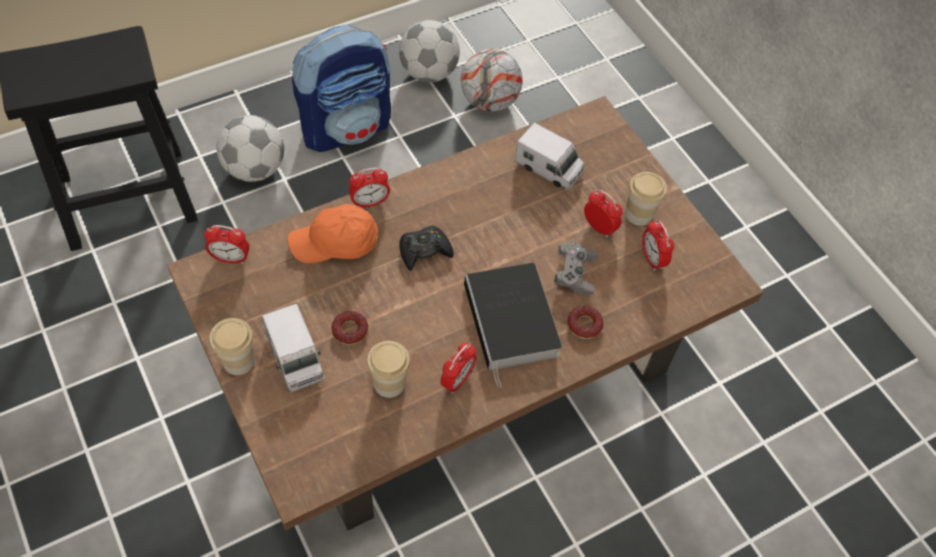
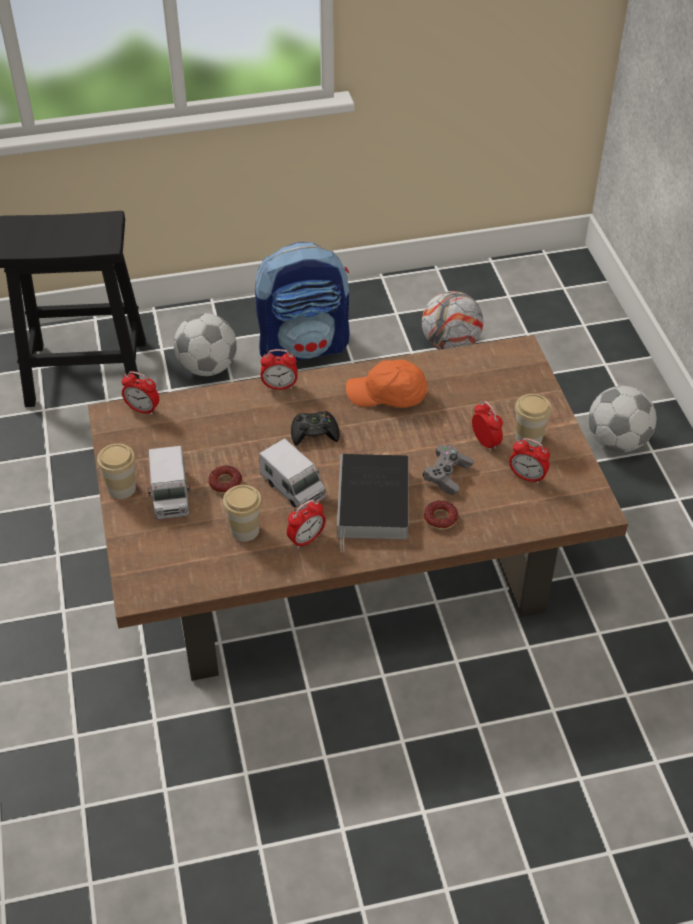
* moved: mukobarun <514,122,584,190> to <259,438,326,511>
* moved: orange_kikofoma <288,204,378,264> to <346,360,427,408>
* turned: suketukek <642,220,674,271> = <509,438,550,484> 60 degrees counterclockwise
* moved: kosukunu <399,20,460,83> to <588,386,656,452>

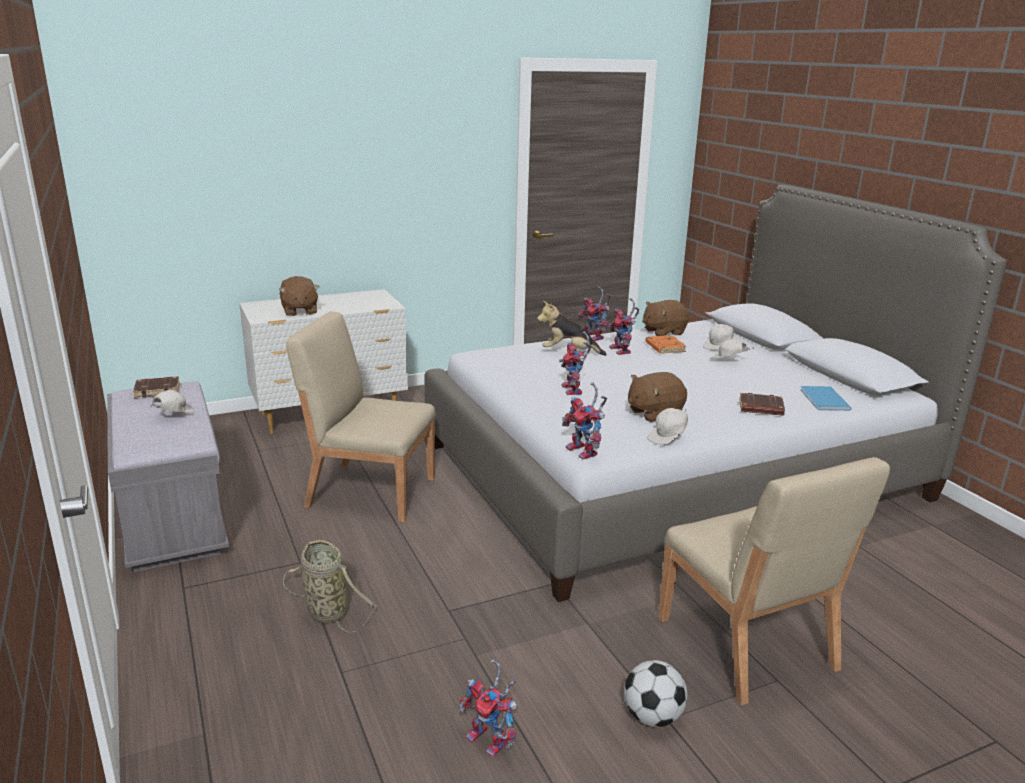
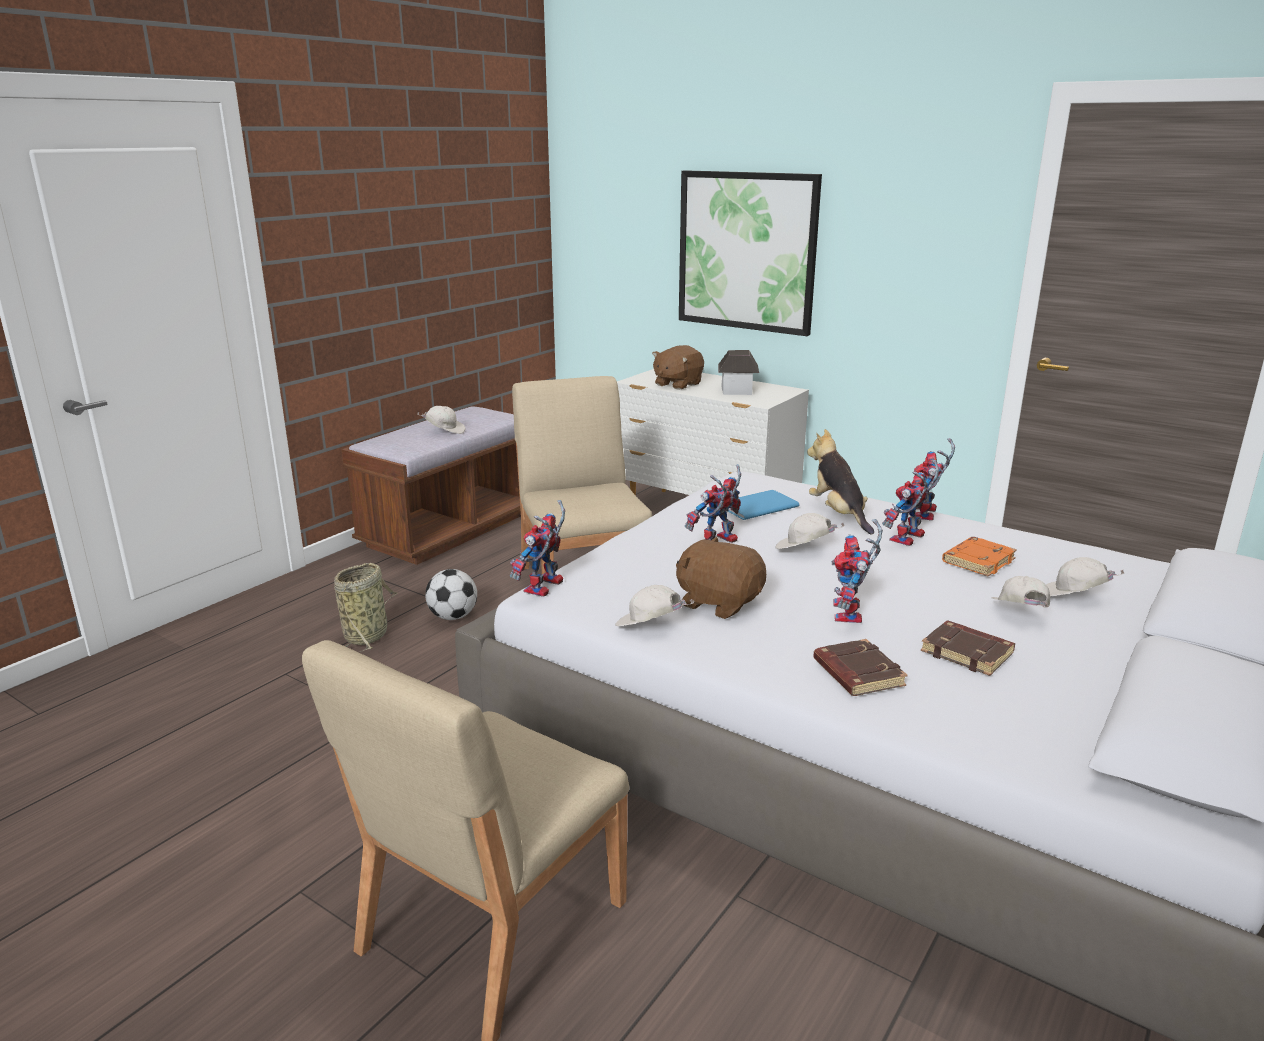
* recoloured: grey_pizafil <107,381,229,572> to brown_pizafil <341,406,521,565>
* moved: kosukunu <624,660,688,727> to <425,569,477,620>
* added: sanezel <679,170,822,336>
* added: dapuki <718,350,759,395>
* moved: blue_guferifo <800,386,852,411> to <728,490,800,520>
* added: white_kikofoma <775,513,845,549>
* moved: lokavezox <458,659,517,757> to <832,519,883,623>
* moved: brown_guferifo <133,376,179,398> to <921,620,1015,676>
* removed: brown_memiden <642,300,689,336>

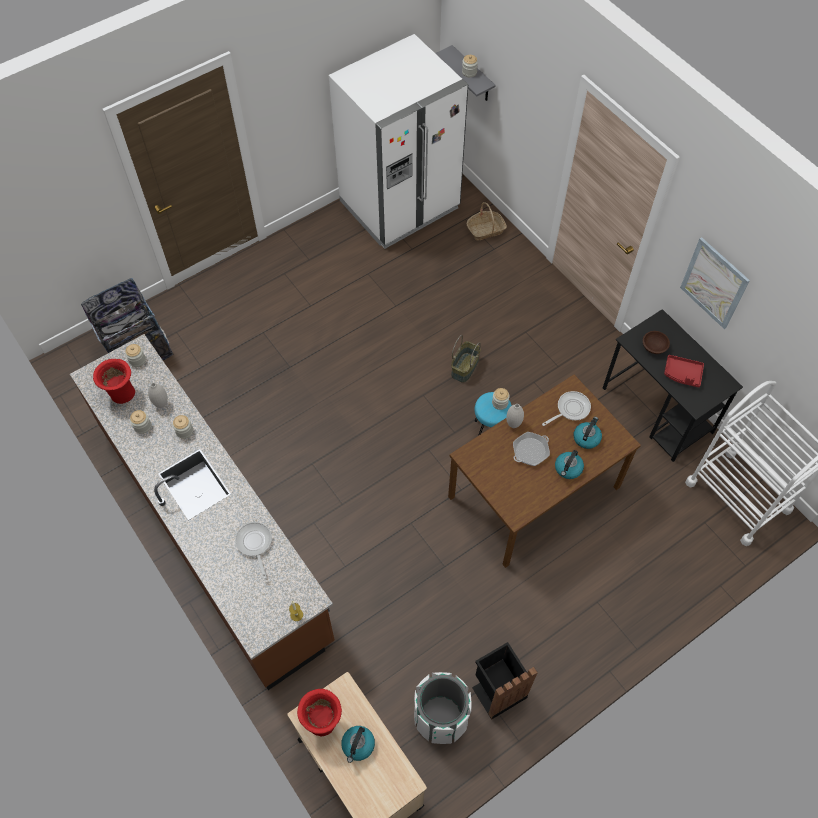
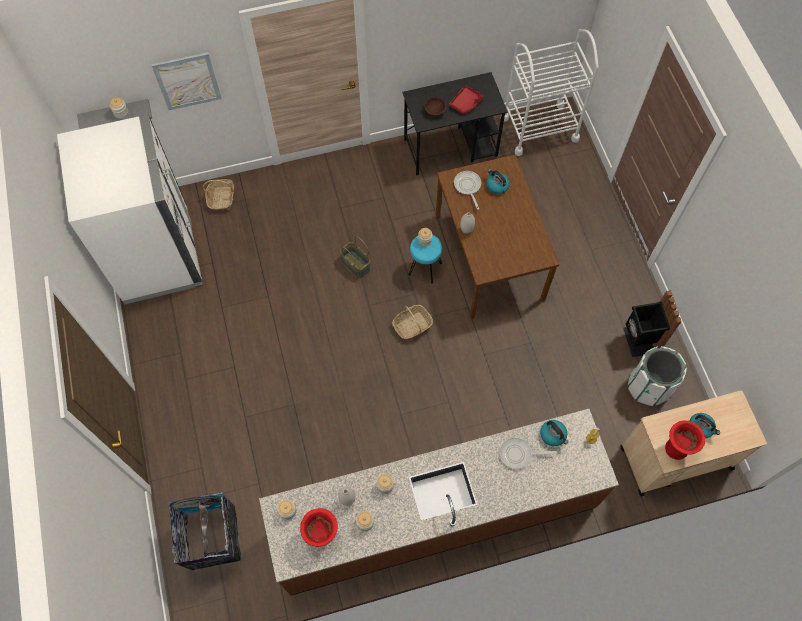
* moved: sanezel <680,237,750,329> to <151,52,222,110>
* added: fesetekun <392,305,433,339>
* moved: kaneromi <555,450,584,479> to <540,420,568,446>
* removed: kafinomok <513,432,550,466>

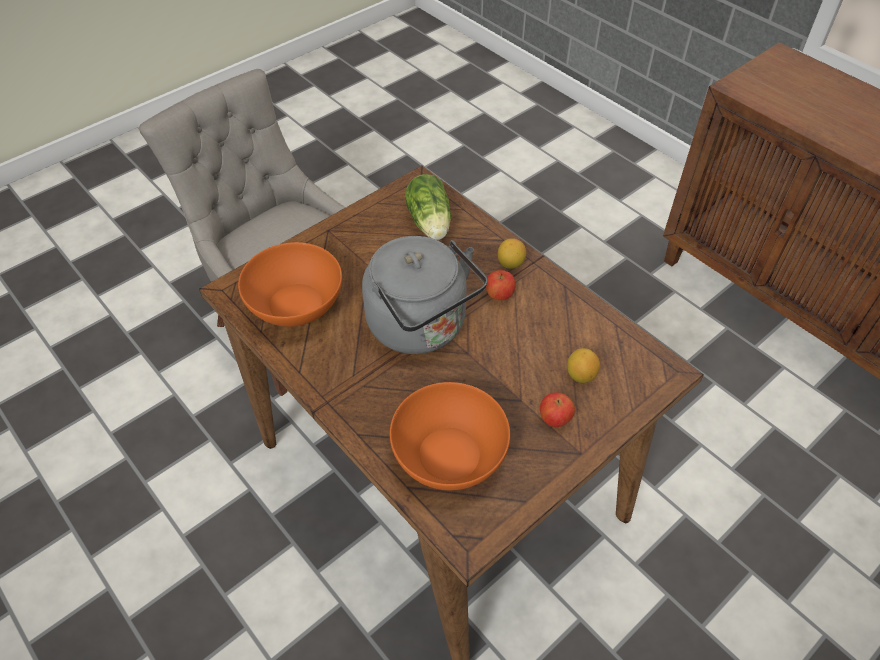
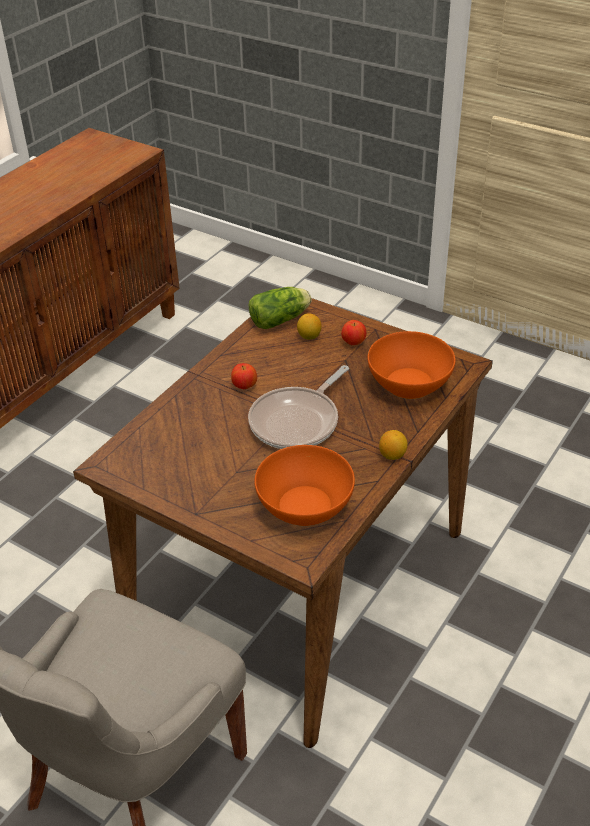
* replaced: grey_kaneromi <362,236,487,354> to kafinomok <248,365,349,449>
* moved: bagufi <405,174,451,240> to <249,287,312,329>
* moved: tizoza <498,238,526,269> to <379,430,408,460>

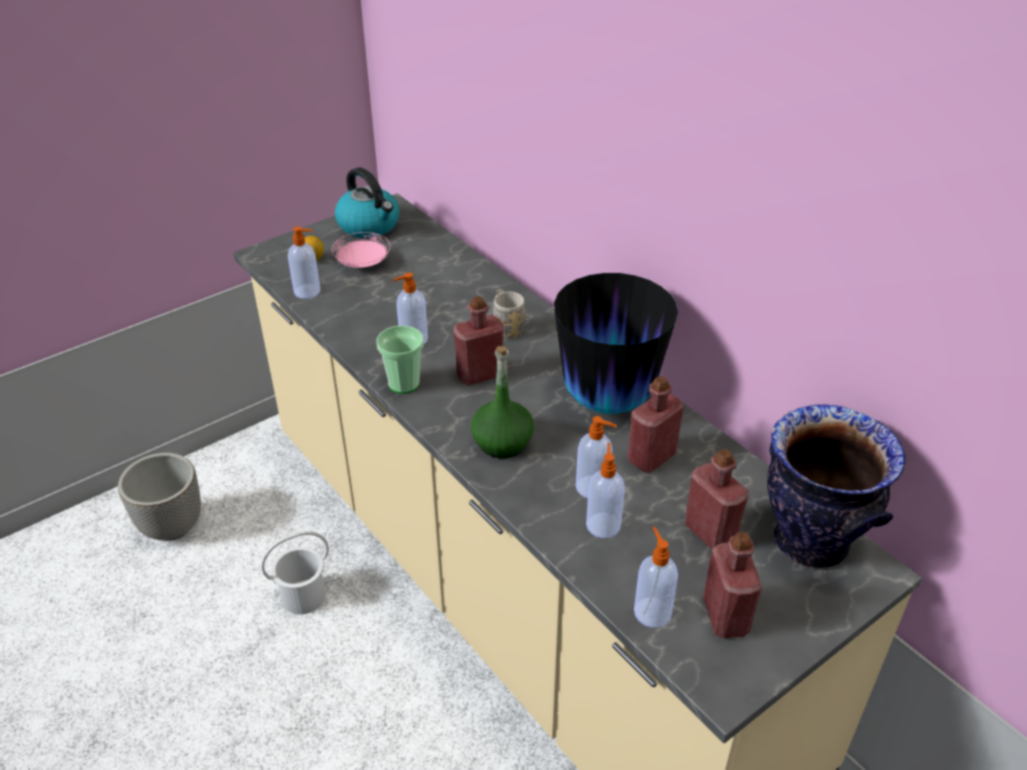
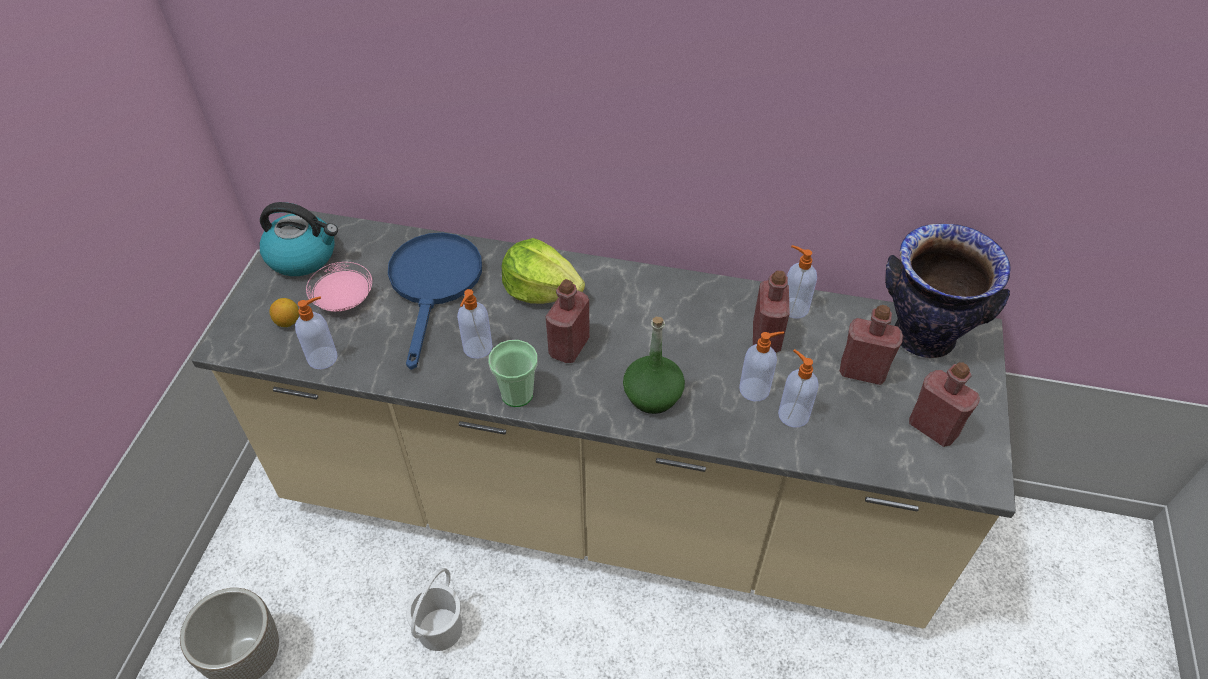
* added: blue_kafinomok <388,233,482,370>
* replaced: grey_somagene <493,289,526,338> to bagufi <502,238,585,304>
* moved: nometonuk <634,527,678,628> to <787,245,817,318>
* removed: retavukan <554,273,678,414>

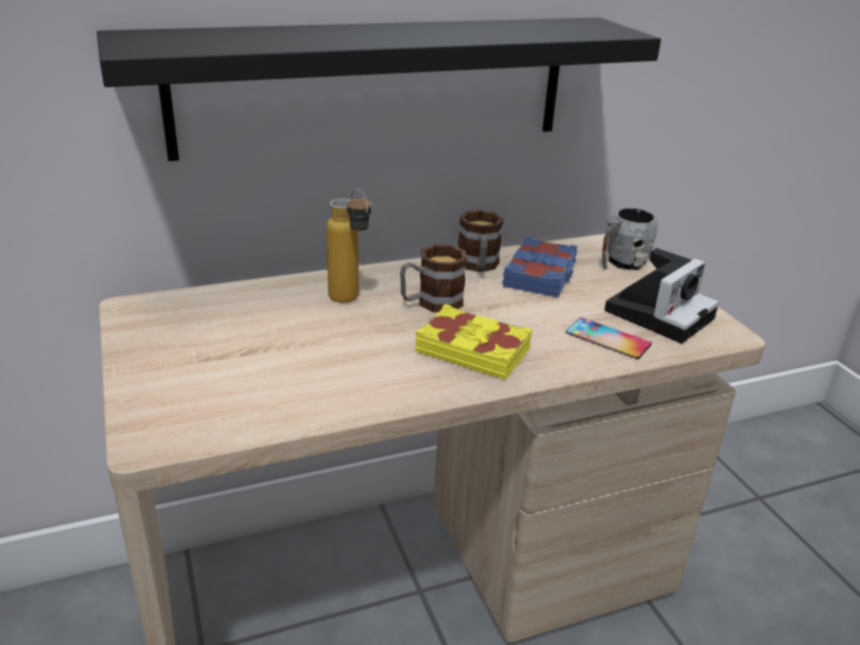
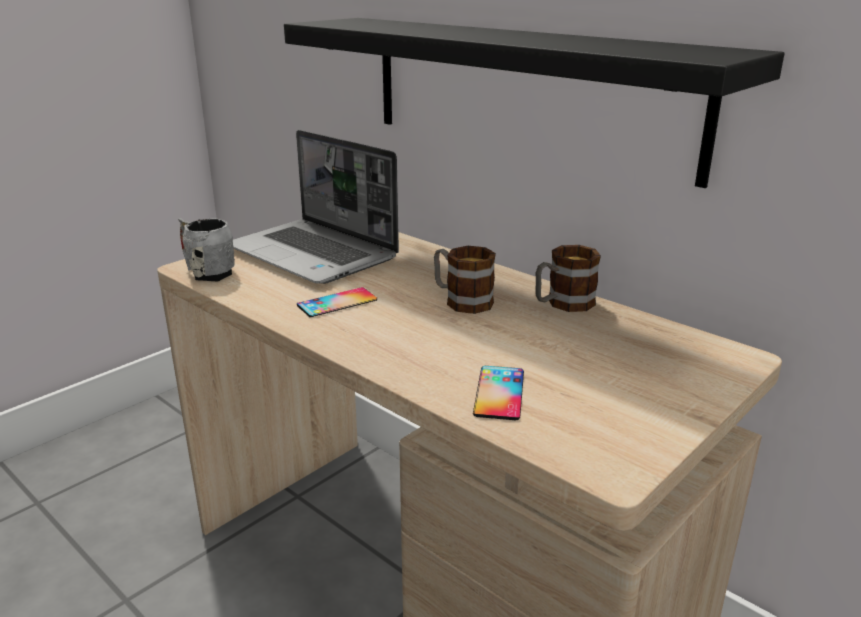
* moved: grey_somagene <602,208,658,270> to <178,218,235,281>
* added: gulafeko <233,130,399,284>
* added: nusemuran <297,287,377,317>
* removed: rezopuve <326,189,371,303>
* removed: yellow_guferifo <415,304,533,380>
* removed: blue_guferifo <502,236,578,297>
* removed: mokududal <605,248,719,344>

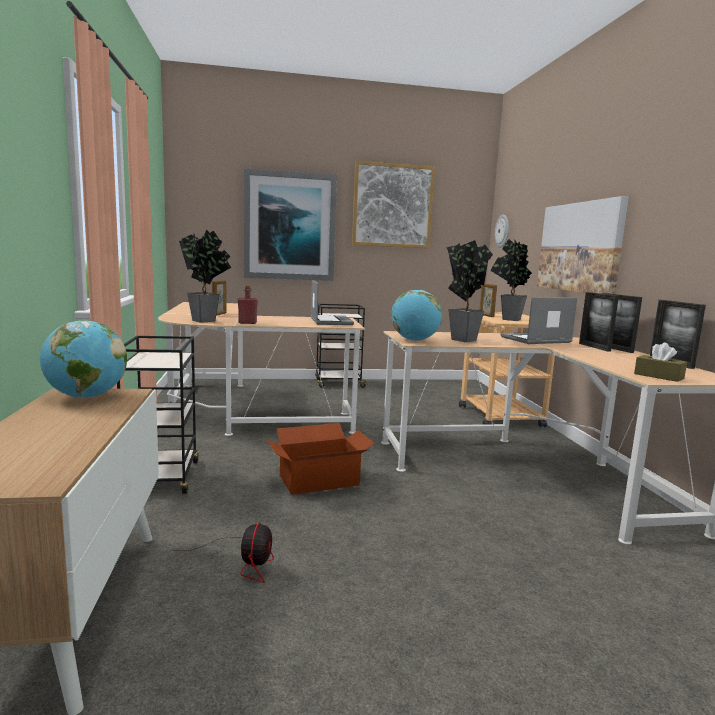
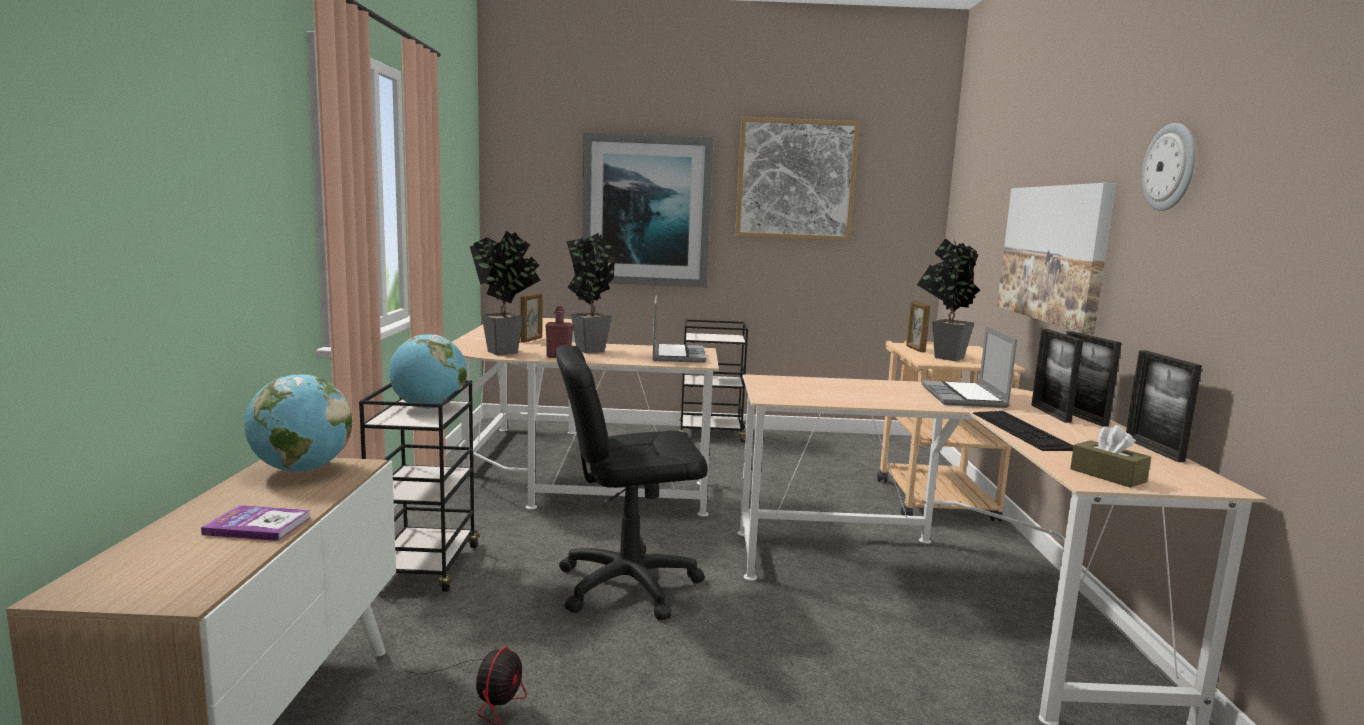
* added: guferifo <201,505,312,541>
* moved: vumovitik <391,290,442,341> to <389,334,467,409>
* replaced: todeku <267,423,375,495> to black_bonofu <555,345,708,621>
* moved: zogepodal <446,240,493,342> to <566,233,616,353>
* turned: gulafeko <501,297,577,344> = <922,326,1017,408> 75 degrees counterclockwise
* added: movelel <973,411,1074,451>
* moved: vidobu <495,215,509,247> to <1142,123,1196,211>

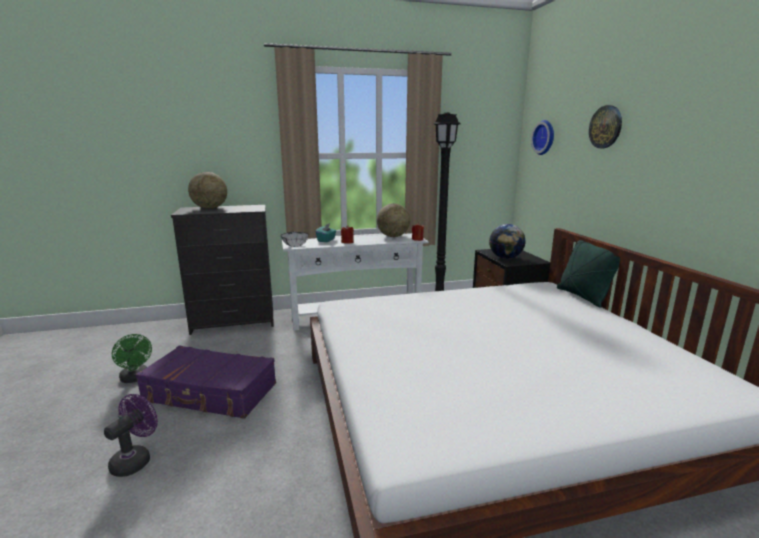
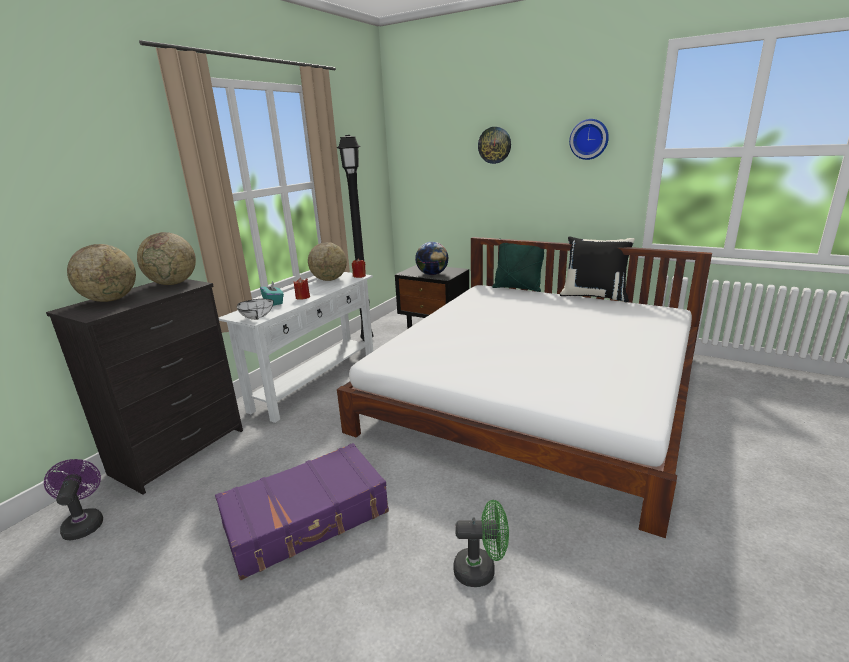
* moved: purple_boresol <104,394,158,477> to <44,459,103,540>
* added: vumovitik <137,232,196,285>
* moved: green_boresol <112,334,152,383> to <453,500,509,587>
* added: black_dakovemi <560,236,635,302>
* moved: vidobu <531,120,554,155> to <569,119,609,160>

